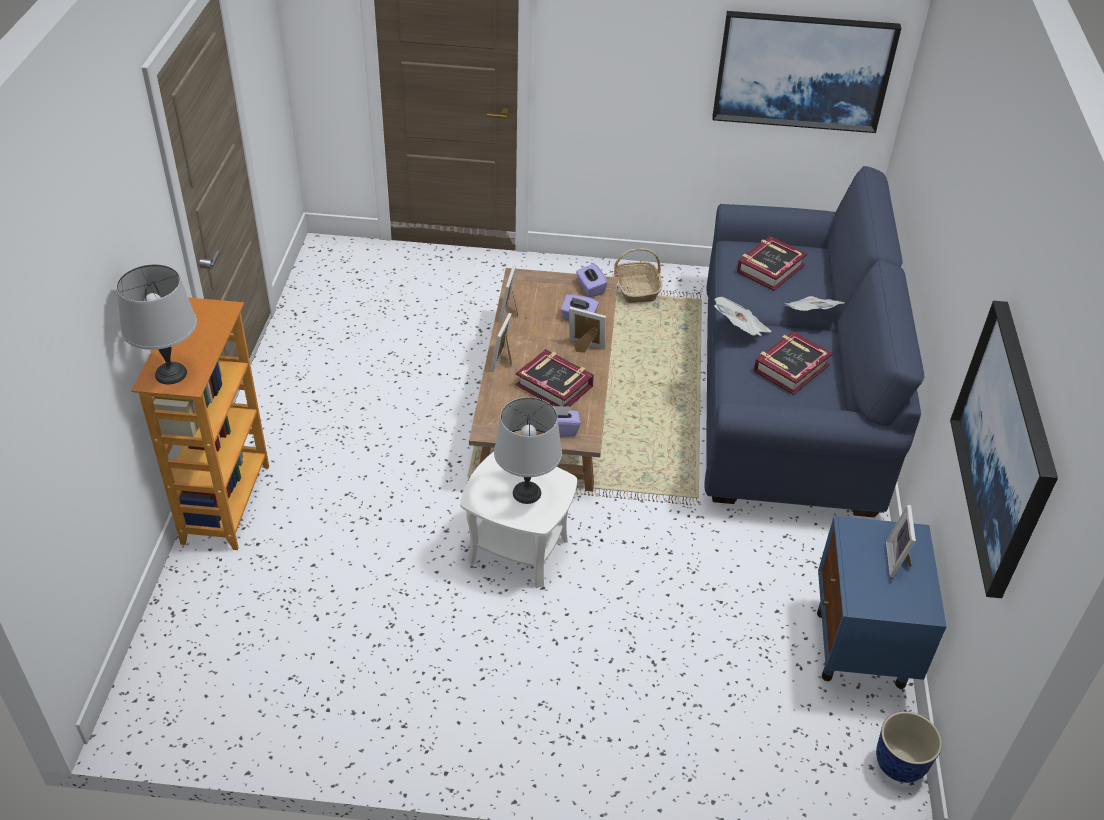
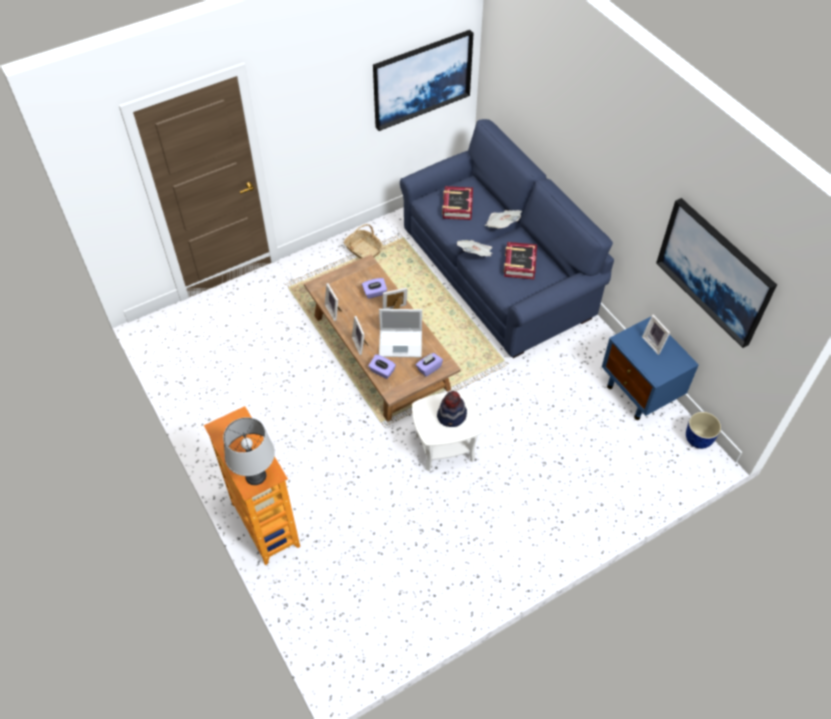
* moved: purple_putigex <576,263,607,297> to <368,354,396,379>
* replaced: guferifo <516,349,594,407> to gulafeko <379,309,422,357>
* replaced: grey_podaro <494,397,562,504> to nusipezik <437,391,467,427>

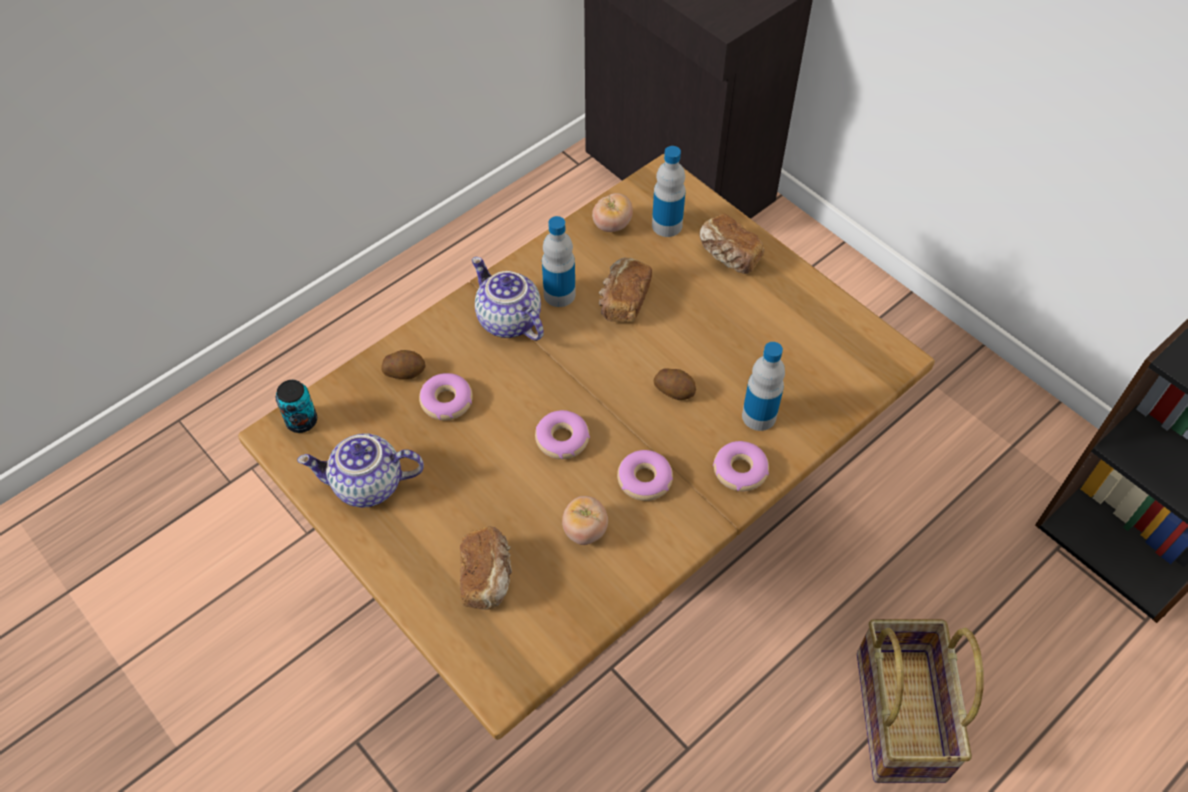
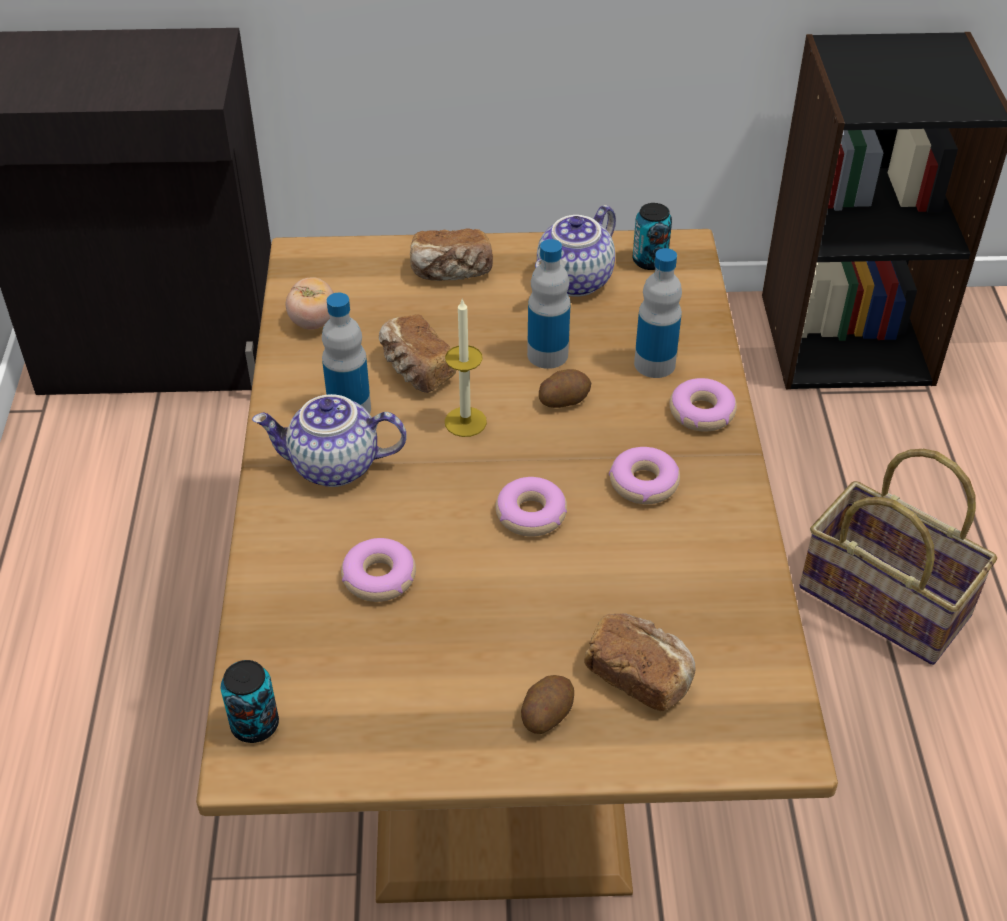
* added: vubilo <445,299,487,437>
* moved: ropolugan <381,350,425,379> to <521,675,574,734>
* moved: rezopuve <652,146,686,237> to <527,239,571,369>
* moved: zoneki <297,433,424,508> to <535,205,616,297>
* added: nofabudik <633,203,672,270>
* removed: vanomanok <562,496,608,545>

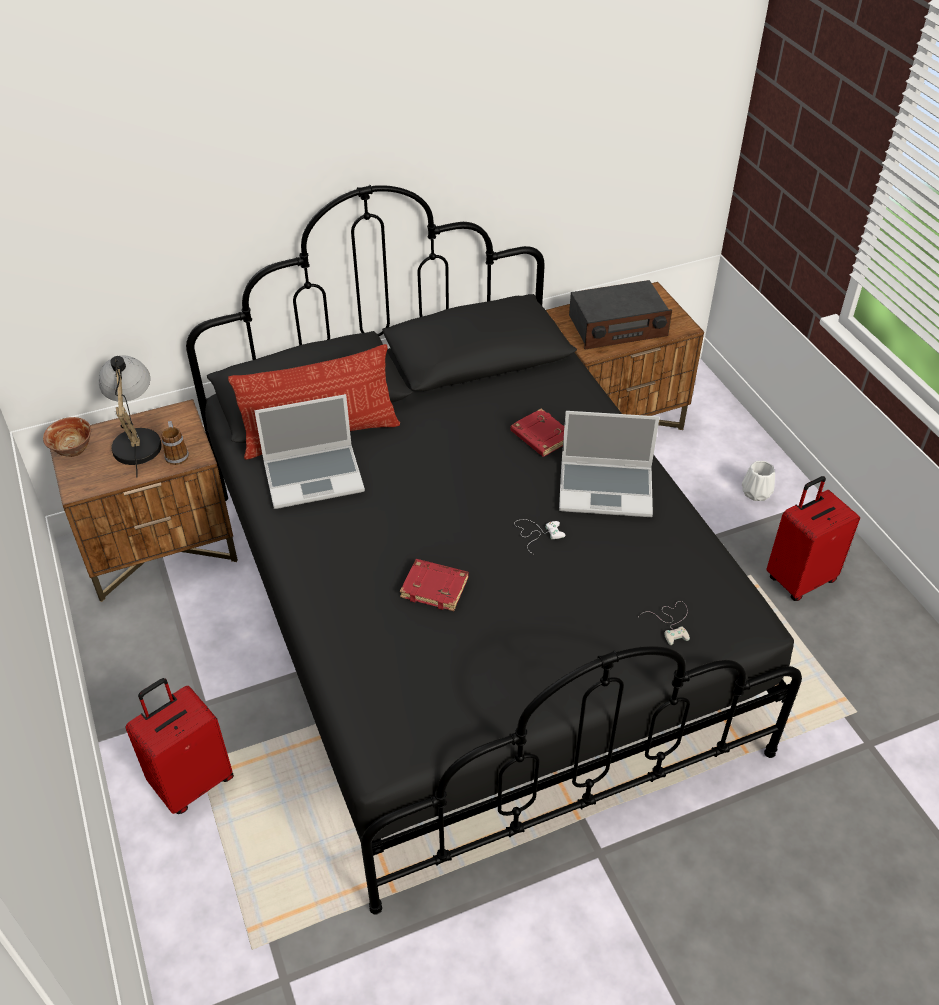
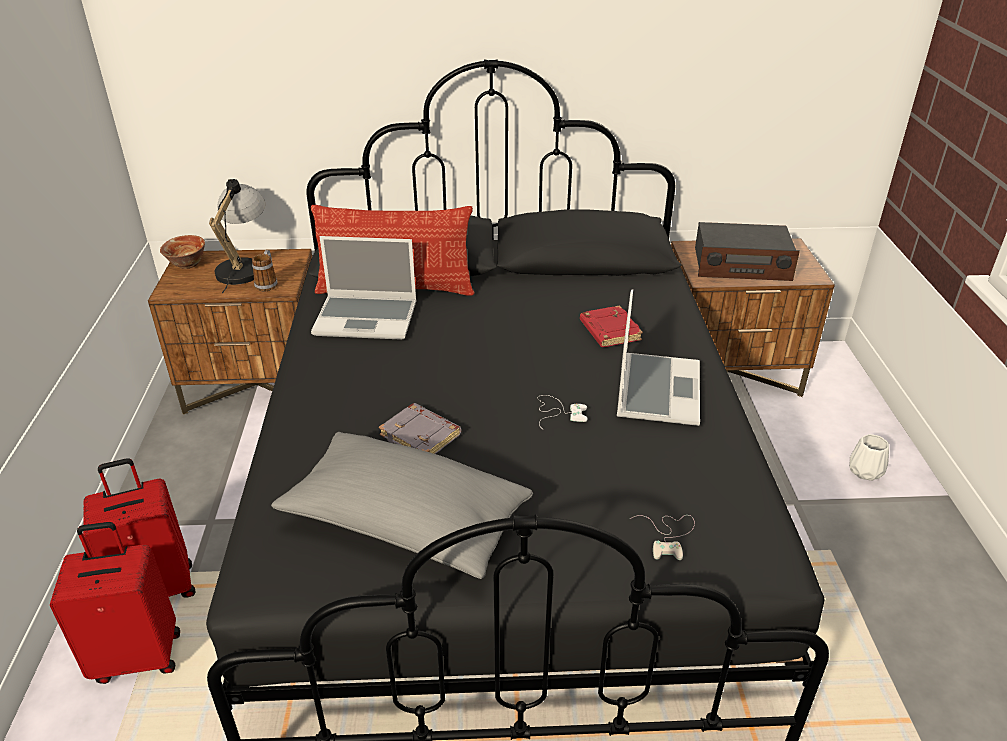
* moved: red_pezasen <766,476,860,601> to <50,522,180,684>
* added: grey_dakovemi <271,432,533,579>
* recoloured: red_guferifo <400,559,469,611> to grey_guferifo <379,403,461,454>
* turned: gulafeko <559,411,660,517> = <617,289,700,426> 105 degrees counterclockwise

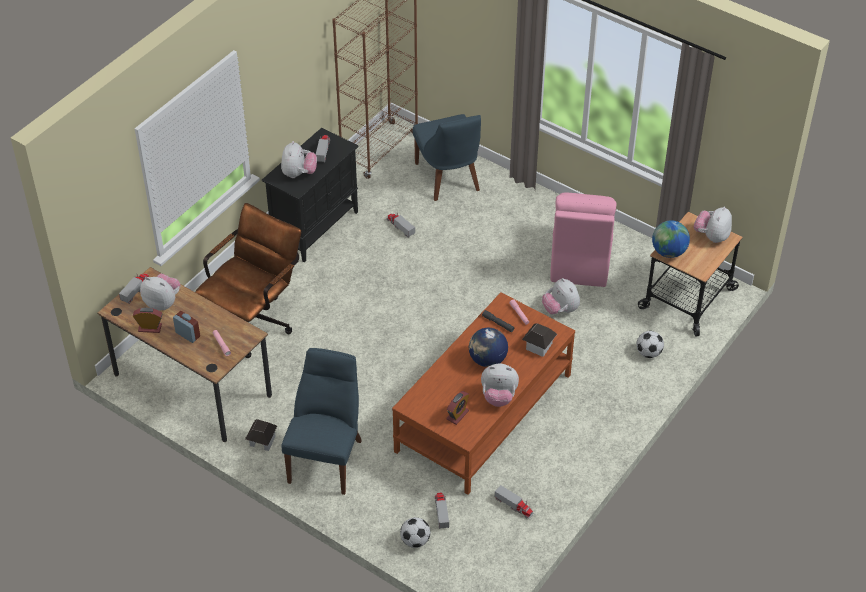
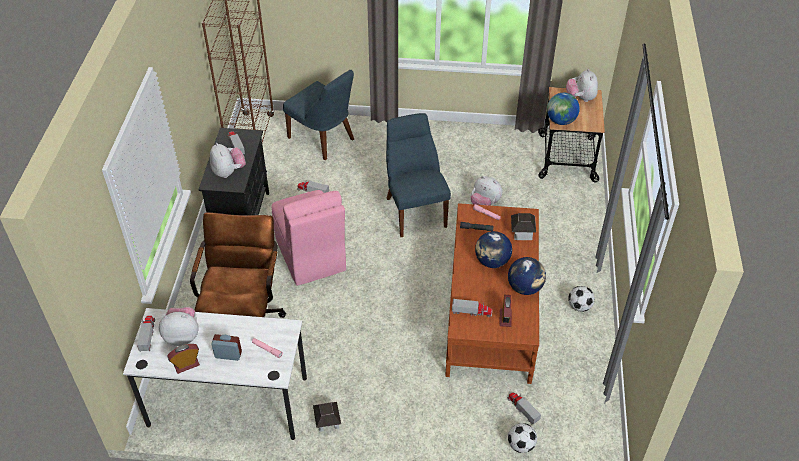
* recoloured: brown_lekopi <97,267,272,442> to white_lekopi <123,308,307,440>
* moved: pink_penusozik <550,193,617,287> to <272,190,346,286>
* moved: blue_penusozik <282,348,362,495> to <386,113,451,237>
* moved: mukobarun <495,485,534,519> to <452,299,492,317>
* replaced: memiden <481,364,519,407> to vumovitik <508,257,546,295>
* moved: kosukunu <637,331,664,358> to <568,286,595,312>

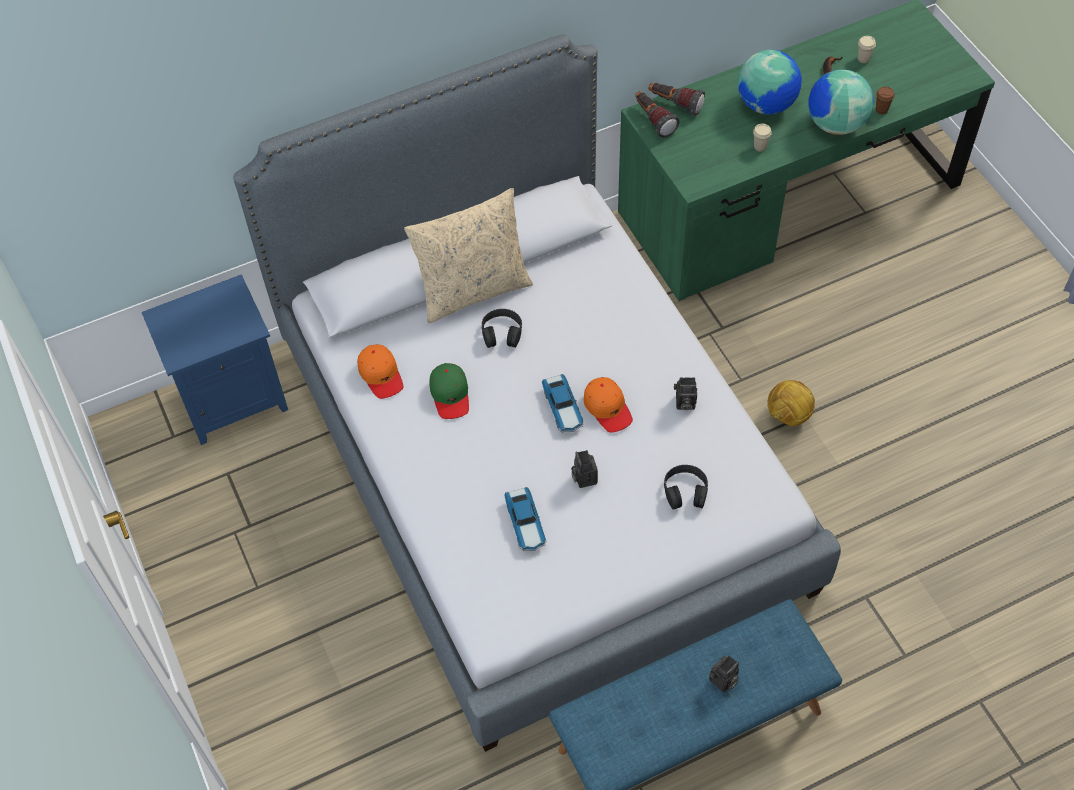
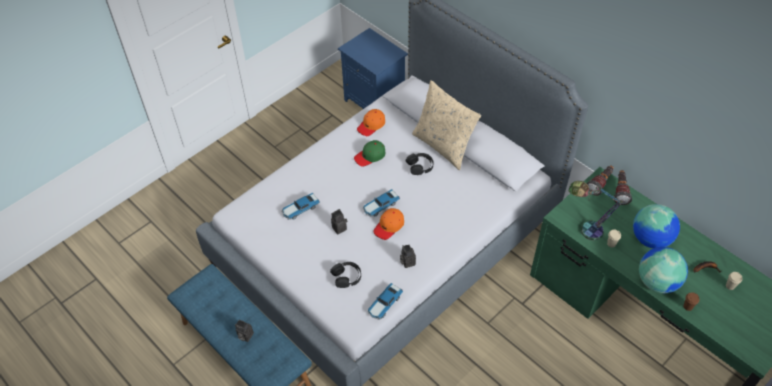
* added: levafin <367,283,403,320>
* added: podaro <569,181,625,240>
* removed: kosukunu <768,380,815,426>

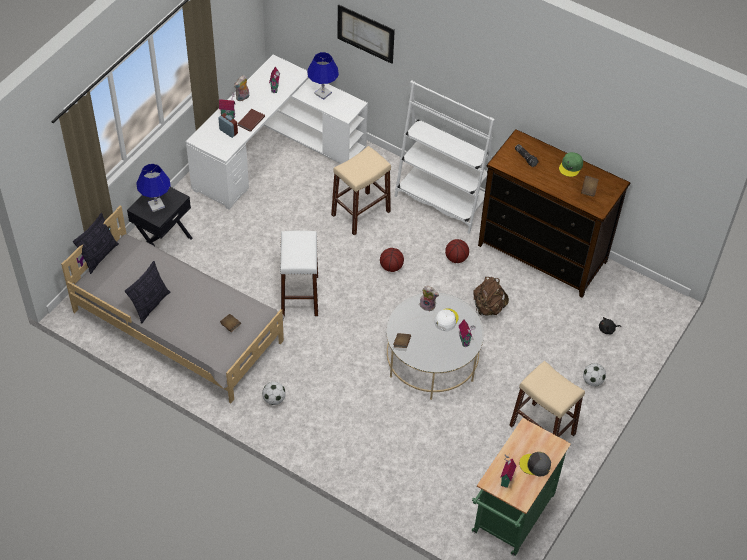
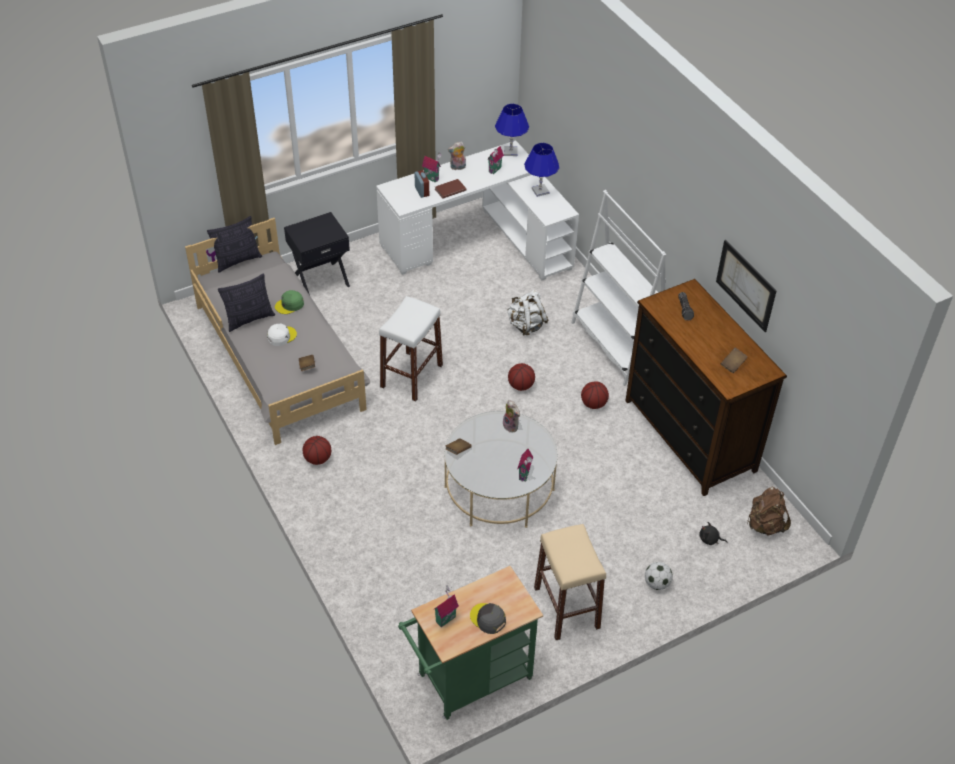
* moved: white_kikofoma <435,309,459,331> to <267,324,297,346>
* moved: green_kikofoma <559,152,583,177> to <275,290,304,314>
* replaced: kosukunu <262,382,286,405> to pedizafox <303,436,331,465>
* moved: blue_podaro <136,164,171,212> to <495,104,529,156>
* replaced: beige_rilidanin <331,146,391,236> to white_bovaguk <507,290,548,336>
* moved: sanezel <337,4,395,64> to <716,240,776,332>
* moved: brown_bovaguk <473,277,509,316> to <747,487,791,536>

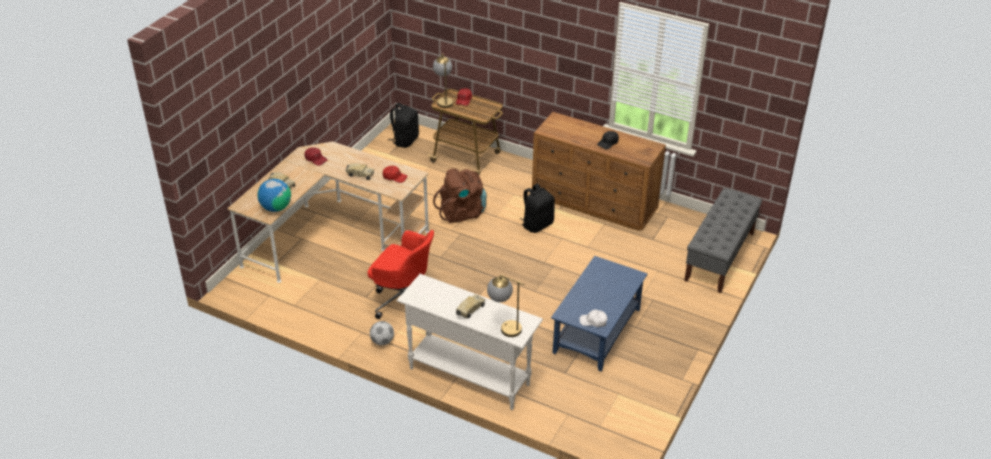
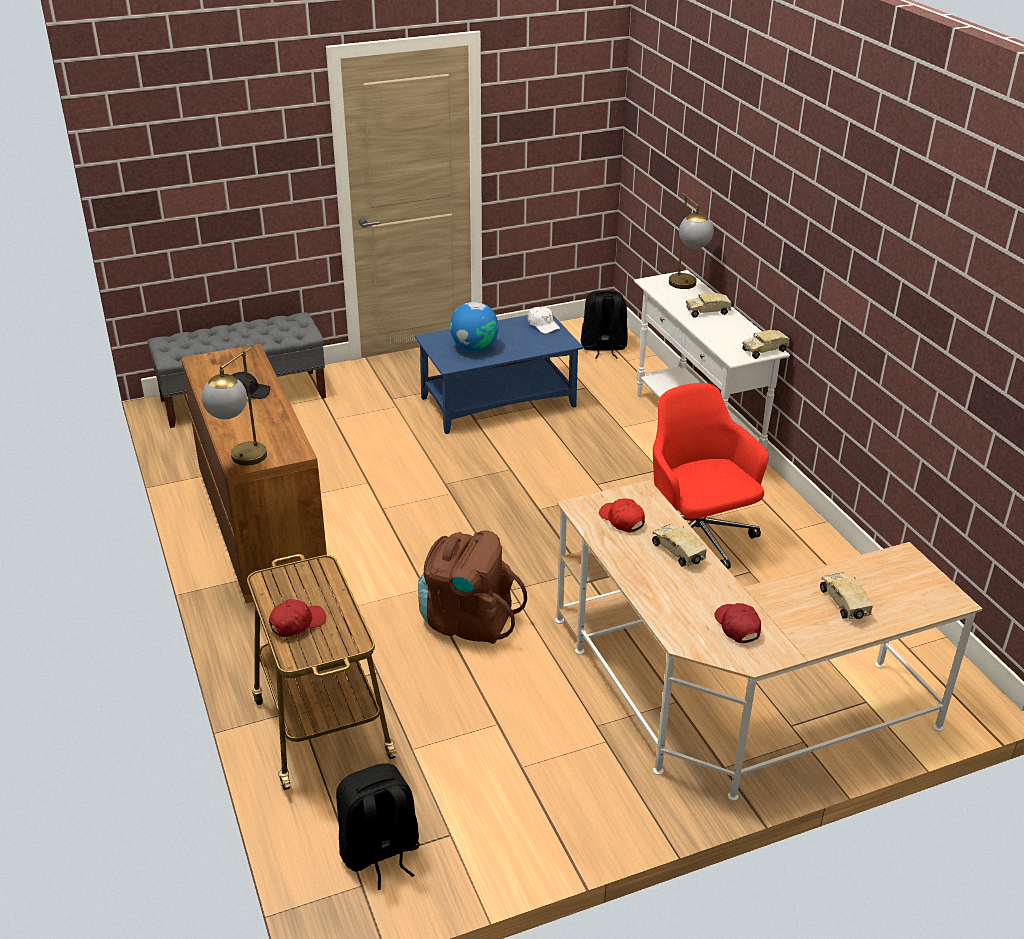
* moved: podaro <433,53,453,108> to <202,347,267,466>
* moved: vumovitik <257,179,291,212> to <450,302,499,351>
* moved: black_bovaguk <520,184,555,233> to <581,290,628,359>
* added: mukobarun <742,330,791,359>
* removed: kosukunu <370,321,394,346>

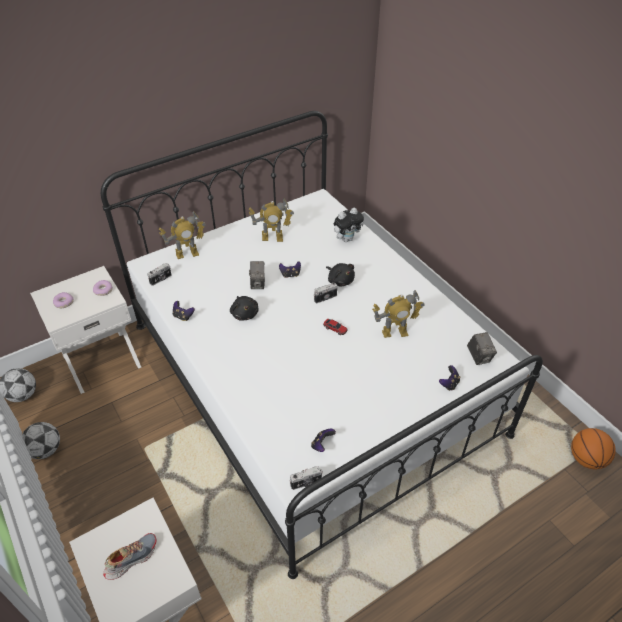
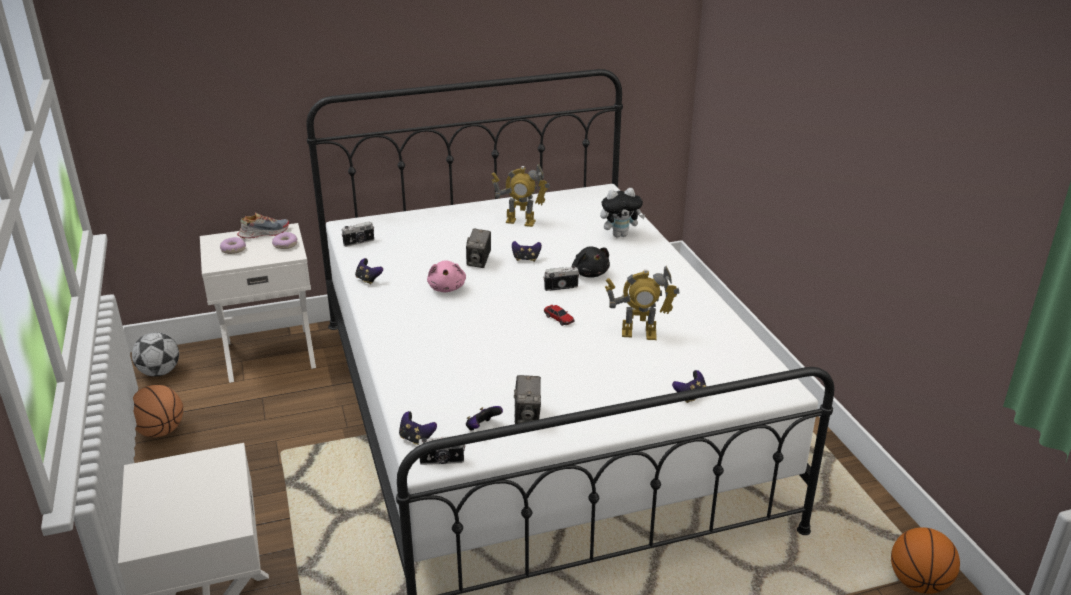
* replaced: kosukunu <22,422,60,459> to pedizafox <133,385,183,437>
* moved: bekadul <103,533,157,580> to <237,213,289,239>
* added: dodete <399,411,437,445>
* recoloured: black_memiden <230,296,258,320> to pink_memiden <427,260,466,292>
* moved: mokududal <467,332,497,365> to <514,375,541,424>
* removed: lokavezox <159,211,206,259>

